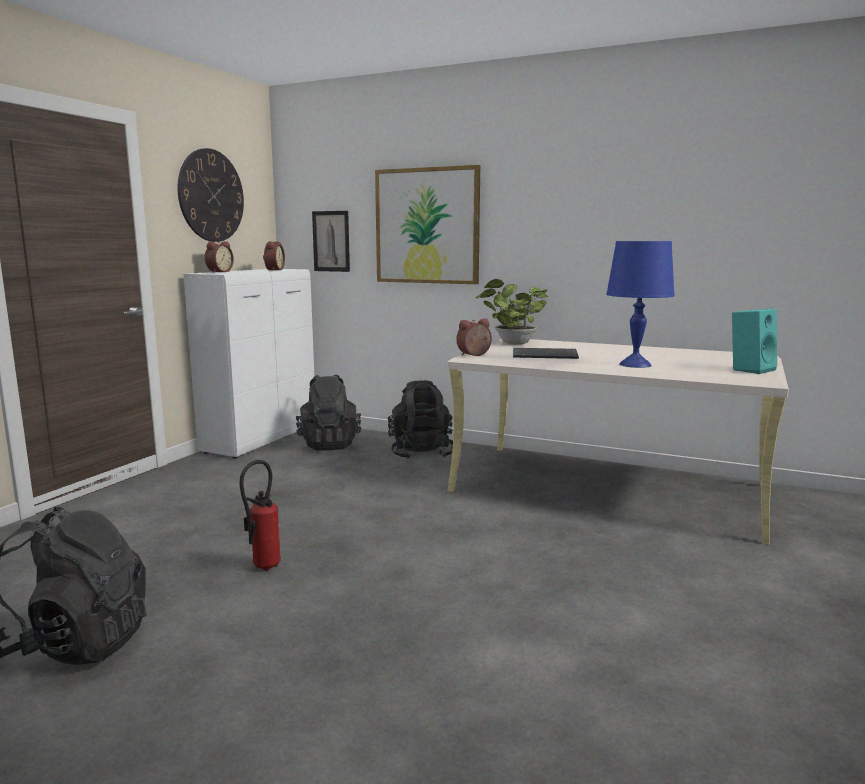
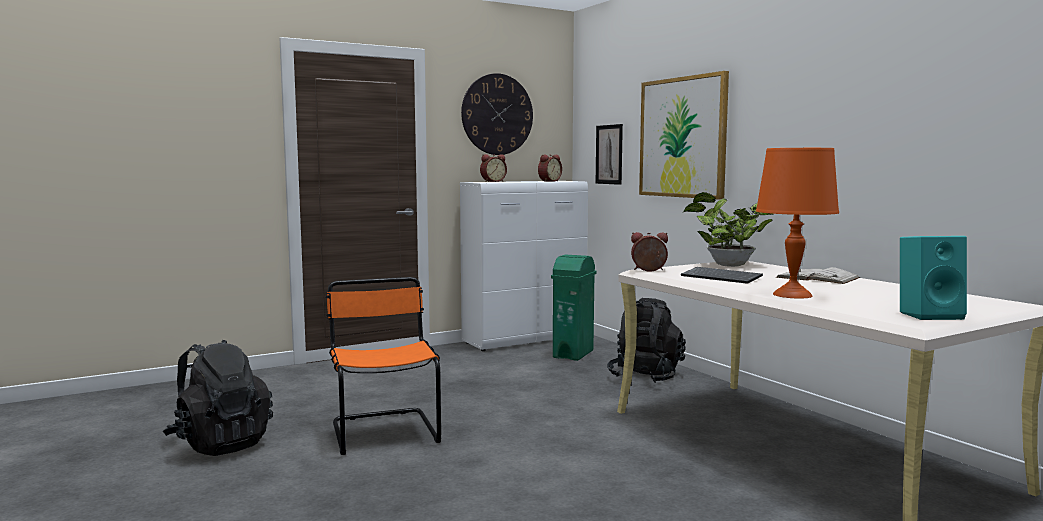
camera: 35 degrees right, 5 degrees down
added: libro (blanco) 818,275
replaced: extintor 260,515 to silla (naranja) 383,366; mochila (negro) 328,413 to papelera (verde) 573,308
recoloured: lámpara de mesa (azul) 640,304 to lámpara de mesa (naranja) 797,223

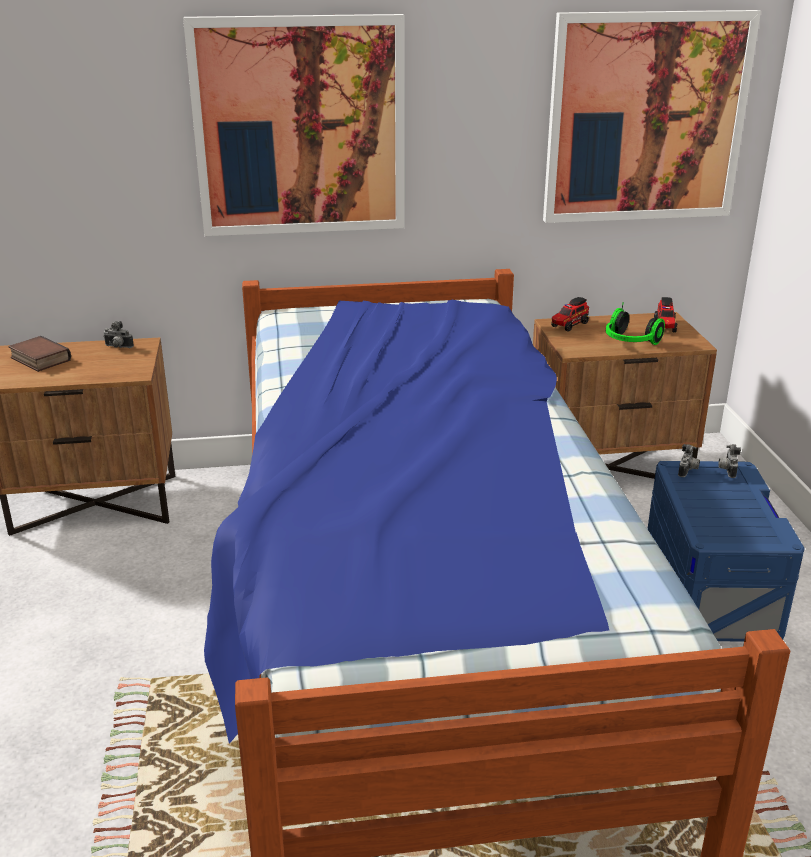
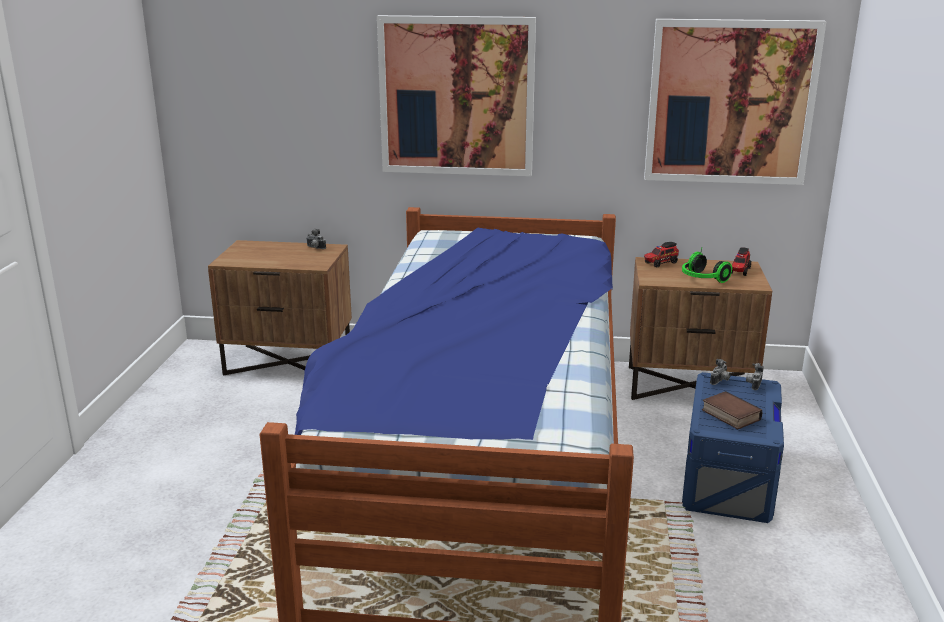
camera: 15 degrees right, 5 degrees down
moved: libro 39,354 to 732,410

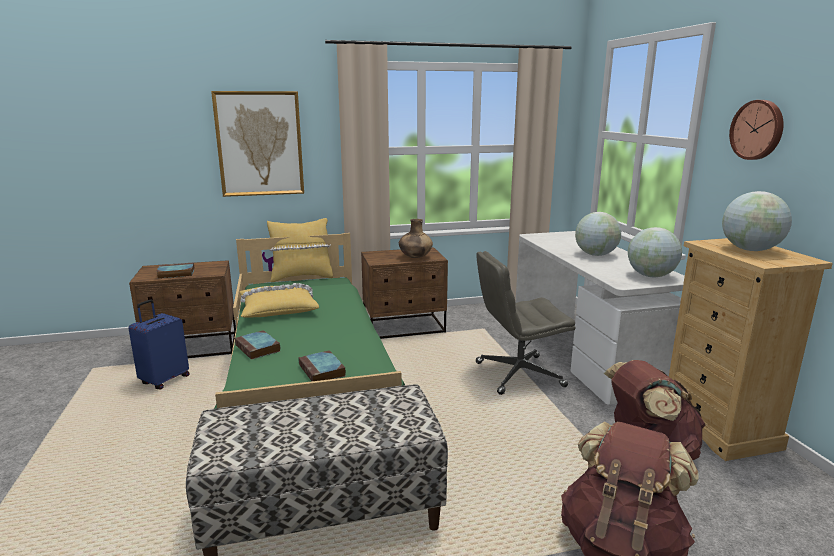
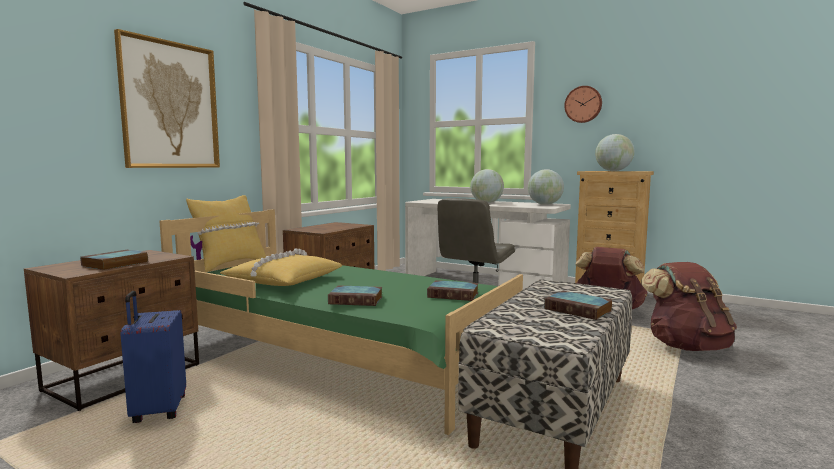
camera: 45 degrees left, 10 degrees down
removed: florero (marrón) 416,238
added: libro 578,305

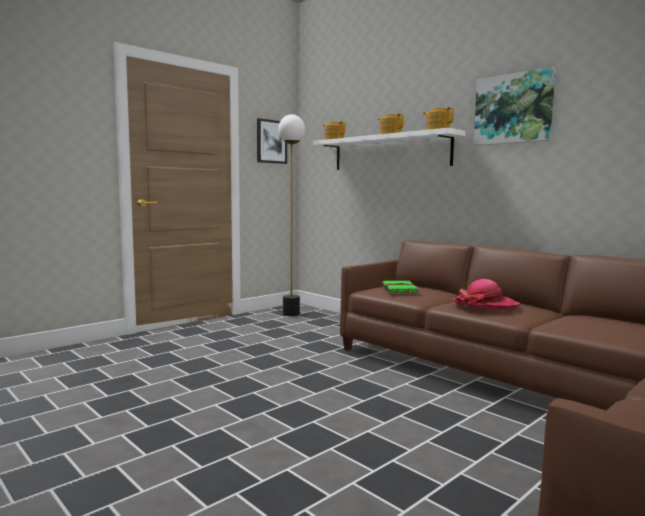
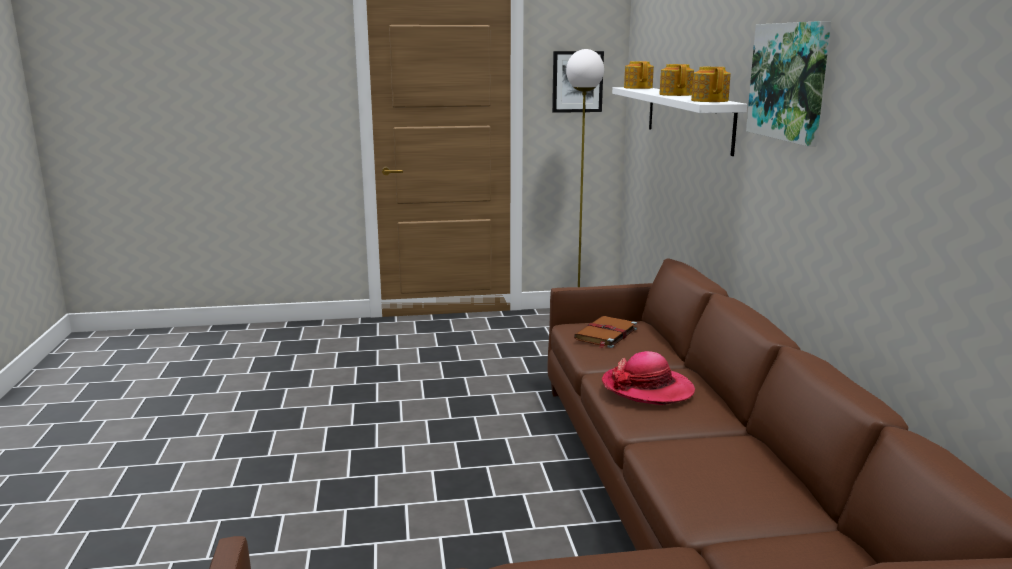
camera: 35 degrees right, 10 degrees up
recoloured: libro (verde) 401,288 to libro (marrón) 605,332

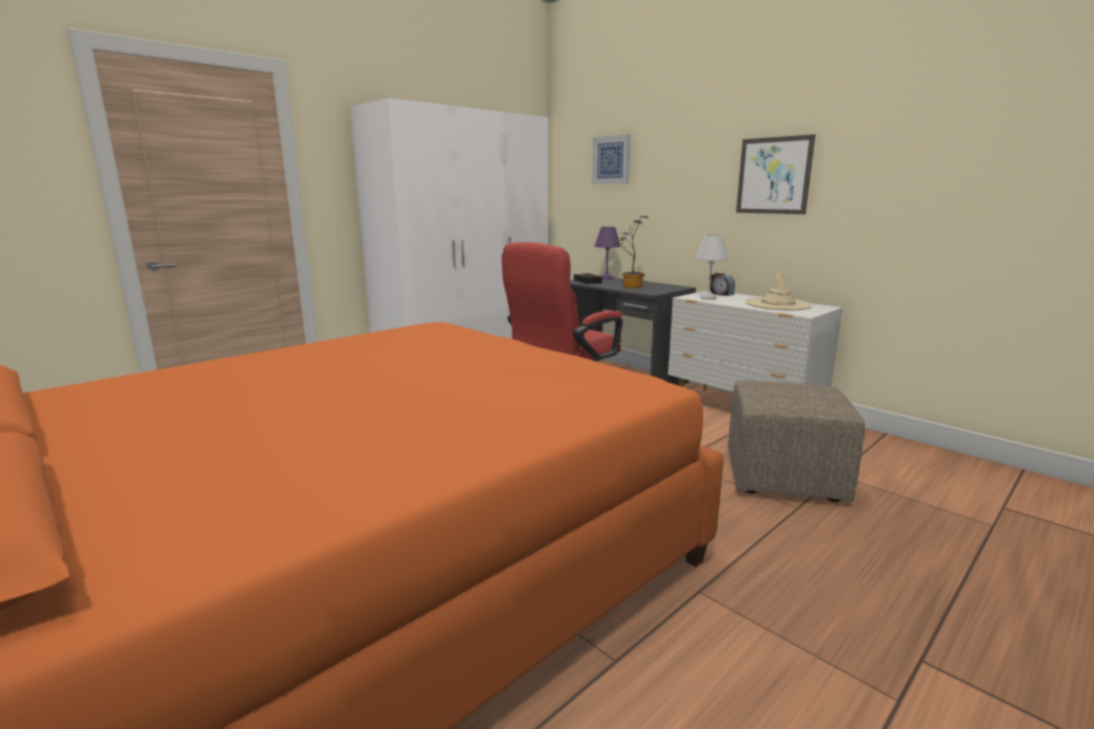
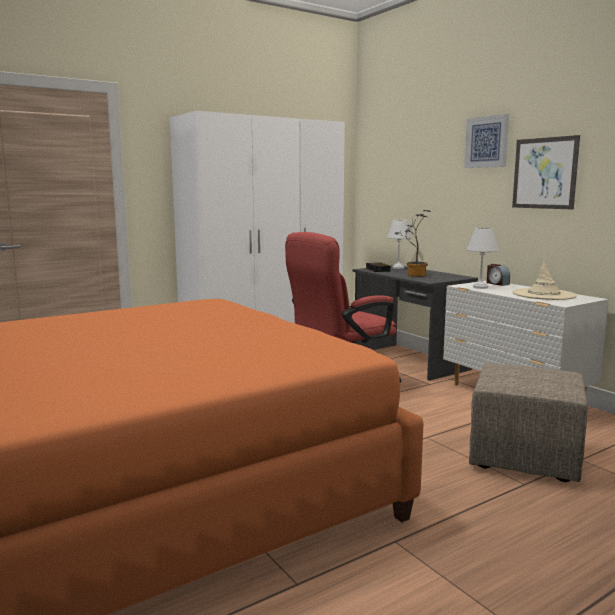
camera: 10 degrees right, 5 degrees down
moved: cuadro 611,159 to 486,141
recoloured: lámpara de mesa (morado) 608,253 to lámpara de mesa (blanco) 399,244

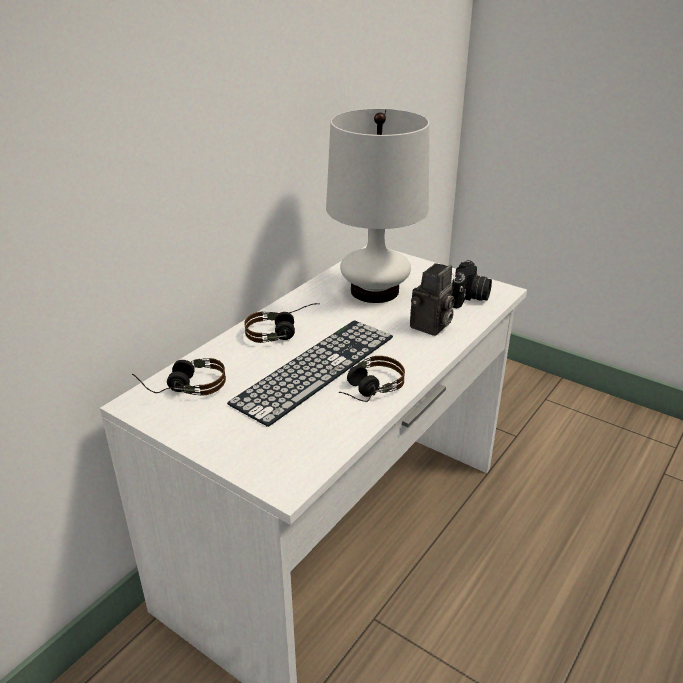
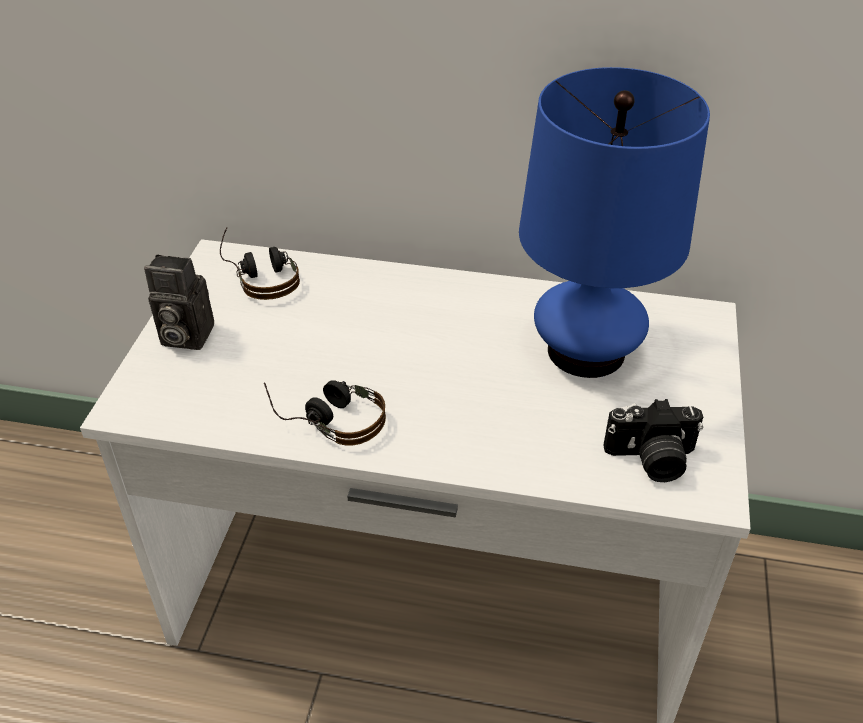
camera: 65 degrees right, 10 degrees up
removed: teclado 310,373; auriculares 281,323
moved: cámara 432,299 to 179,302
recoloured: lámpara de mesa (blanco) 377,206 to lámpara de mesa (azul) 614,222

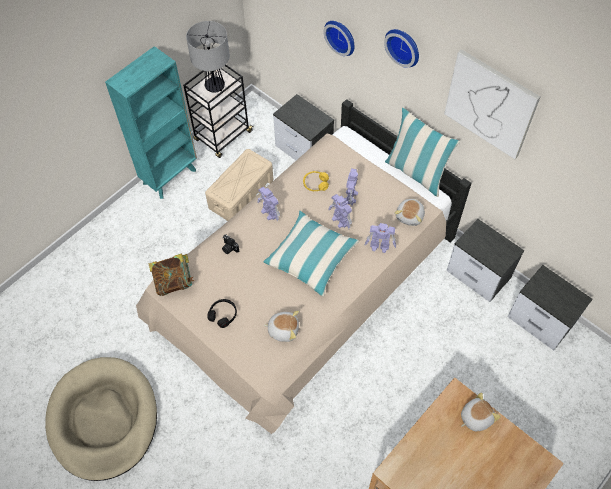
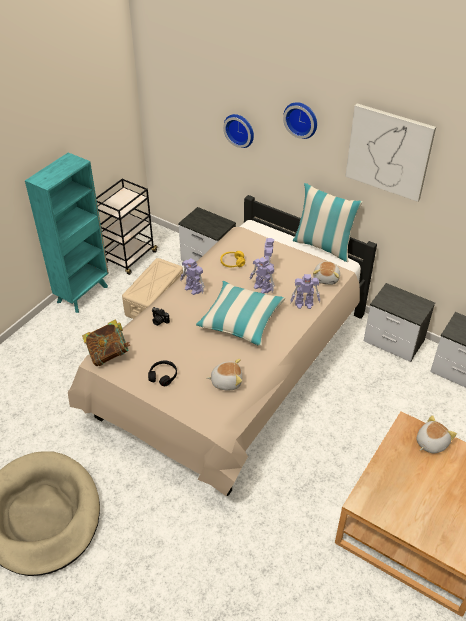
camera: 10 degrees left, 15 degrees down
removed: lámpara de mesa 208,57

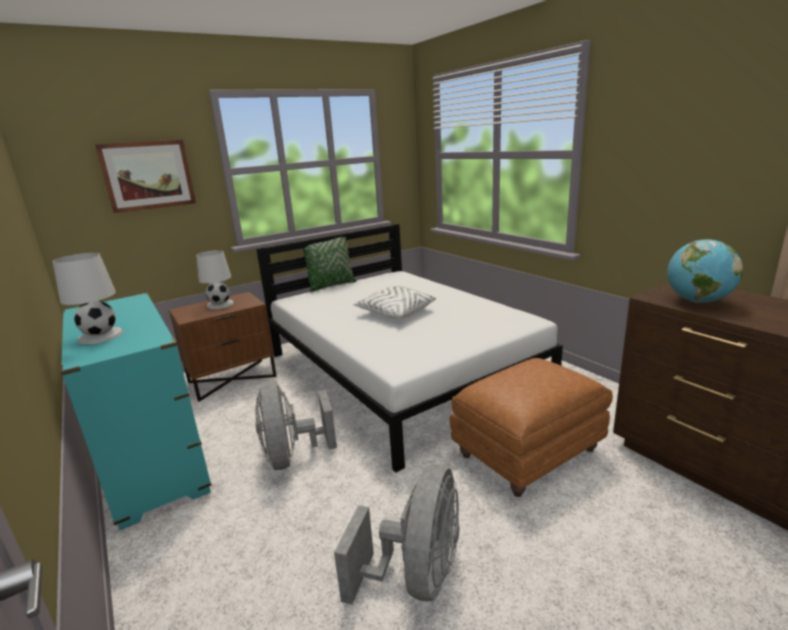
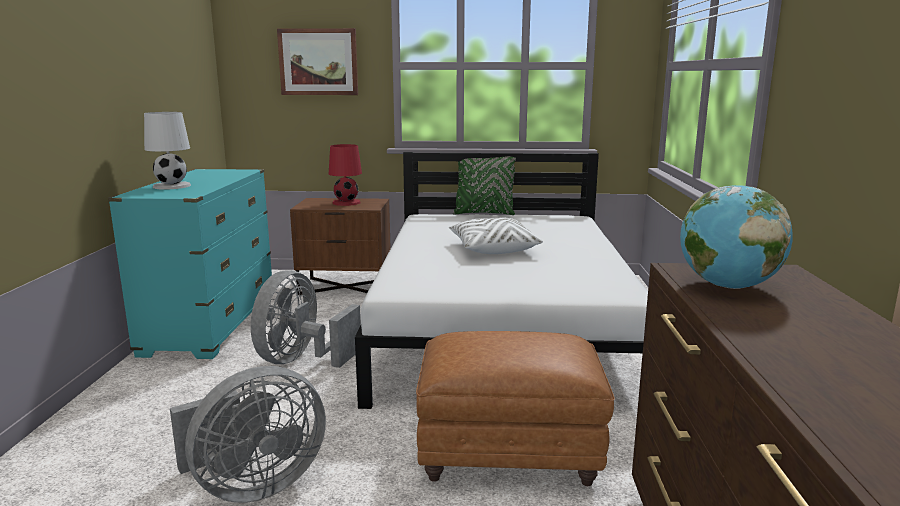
camera: 35 degrees right, 5 degrees down
recoloured: lámpara de mesa (blanco) 215,279 to lámpara de mesa (rojo) 345,175

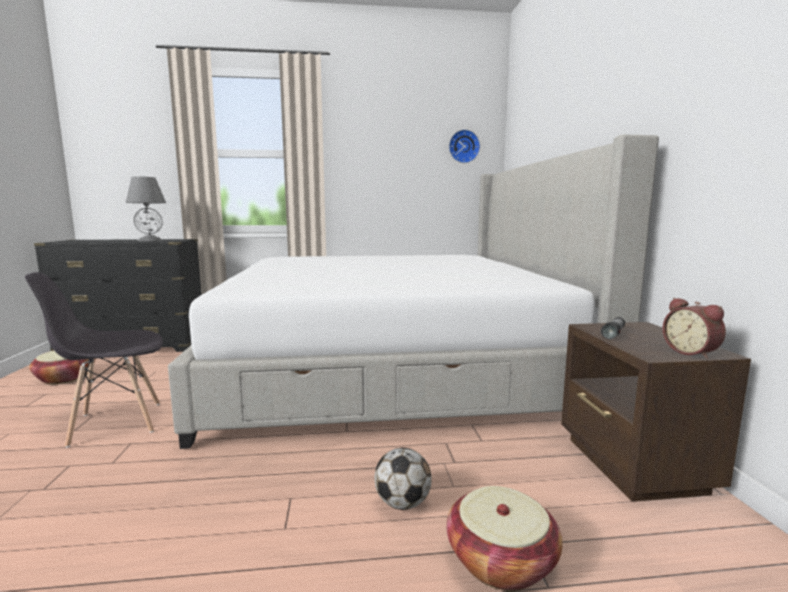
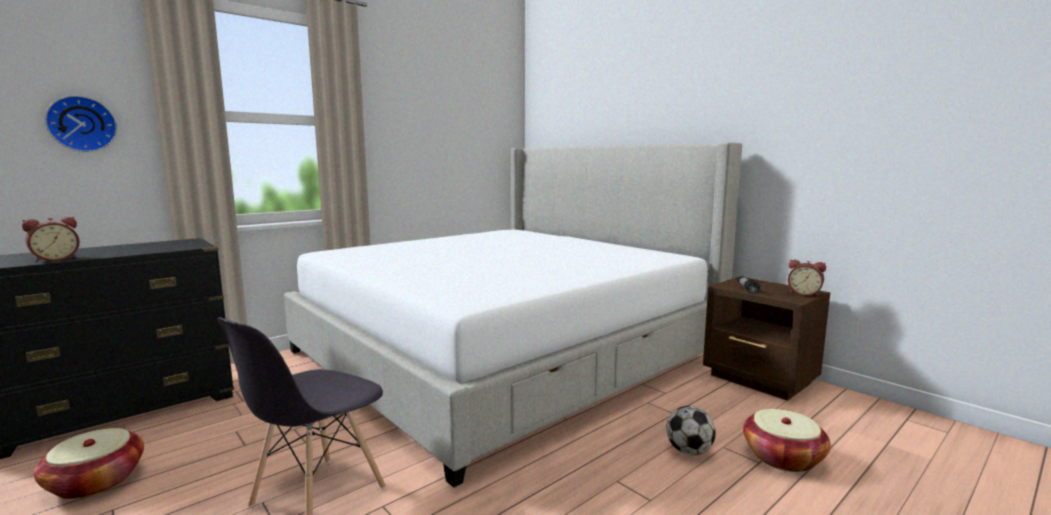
camera: 35 degrees left, 0 degrees up
removed: lámpara de mesa (gris) 146,208
added: despertador 51,240
moved: reloj de pared 464,146 to 81,124

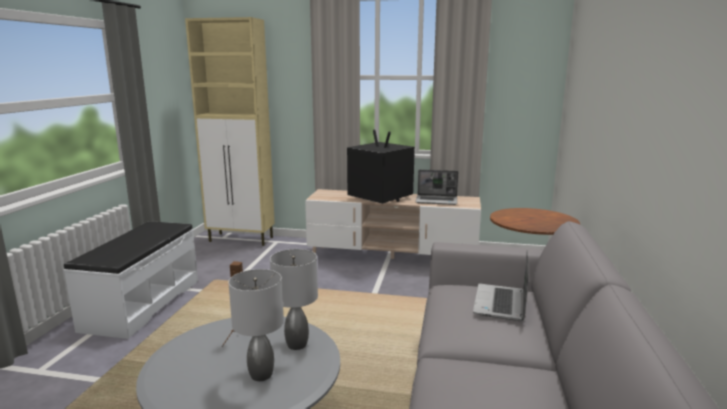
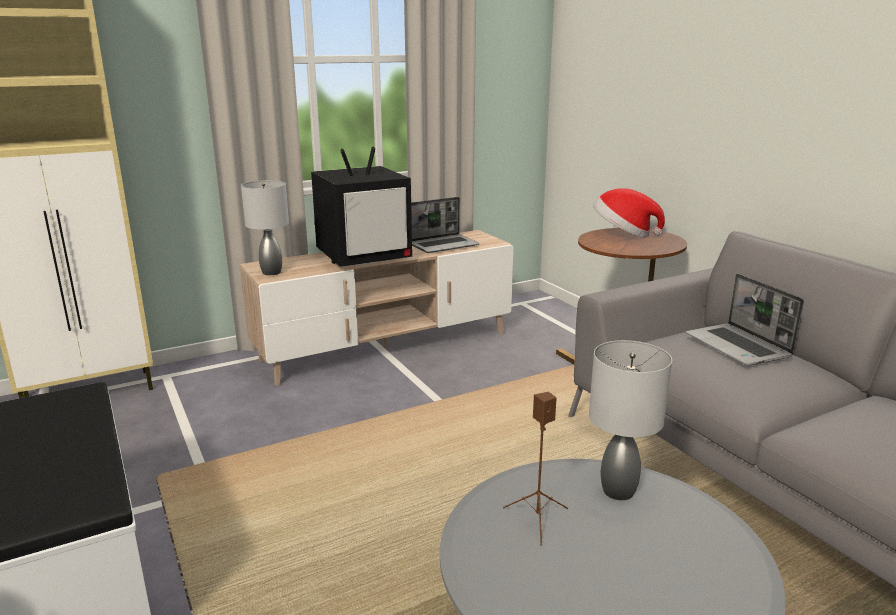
camera: 40 degrees left, 5 degrees up
added: sombrero 629,213
moved: lámpara de mesa (gris) 256,325 to 265,227
turned: televisor 381,167 = 361,207 150 degrees clockwise

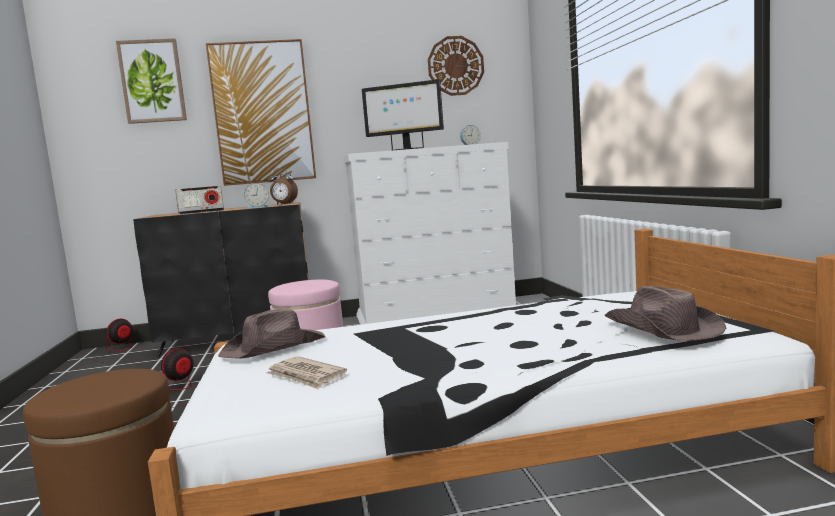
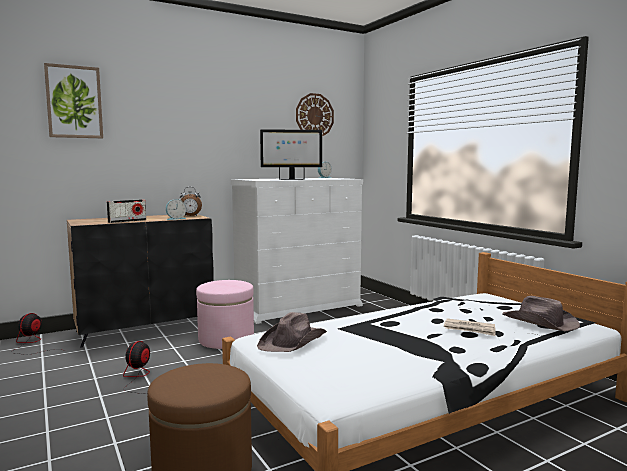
camera: 20 degrees left, 0 degrees up
removed: cuadro 261,112
moved: periódico 306,372 to 469,327

